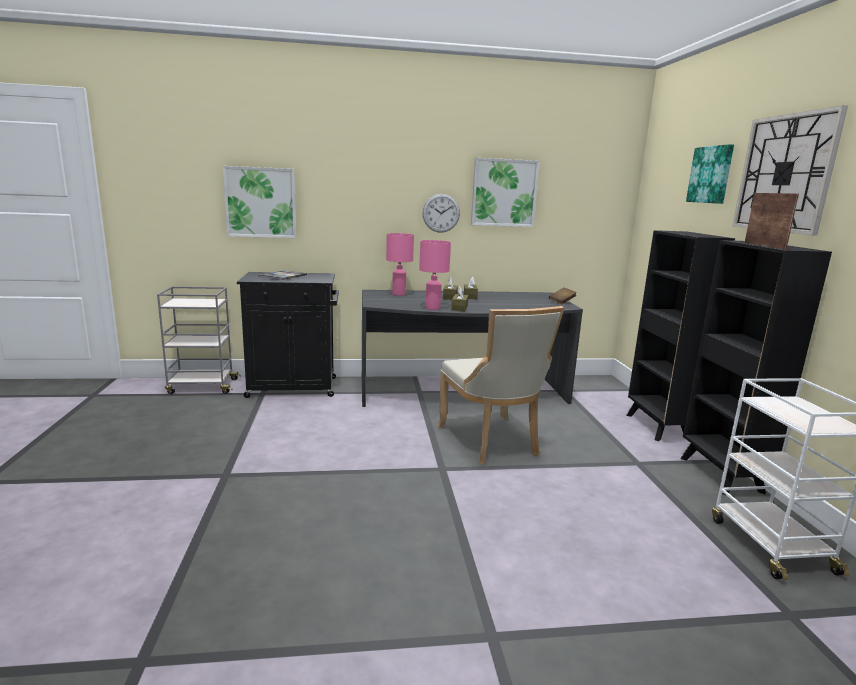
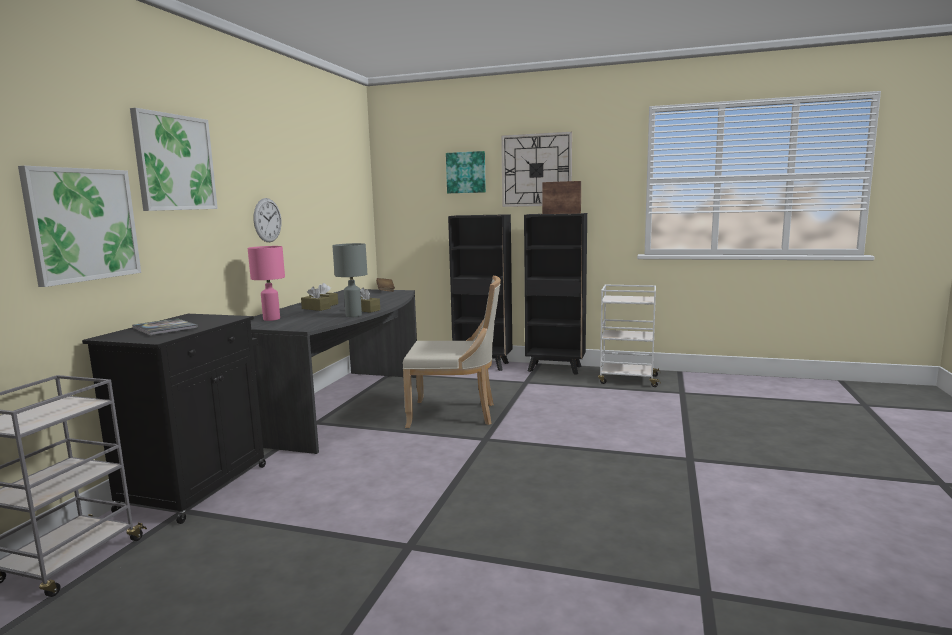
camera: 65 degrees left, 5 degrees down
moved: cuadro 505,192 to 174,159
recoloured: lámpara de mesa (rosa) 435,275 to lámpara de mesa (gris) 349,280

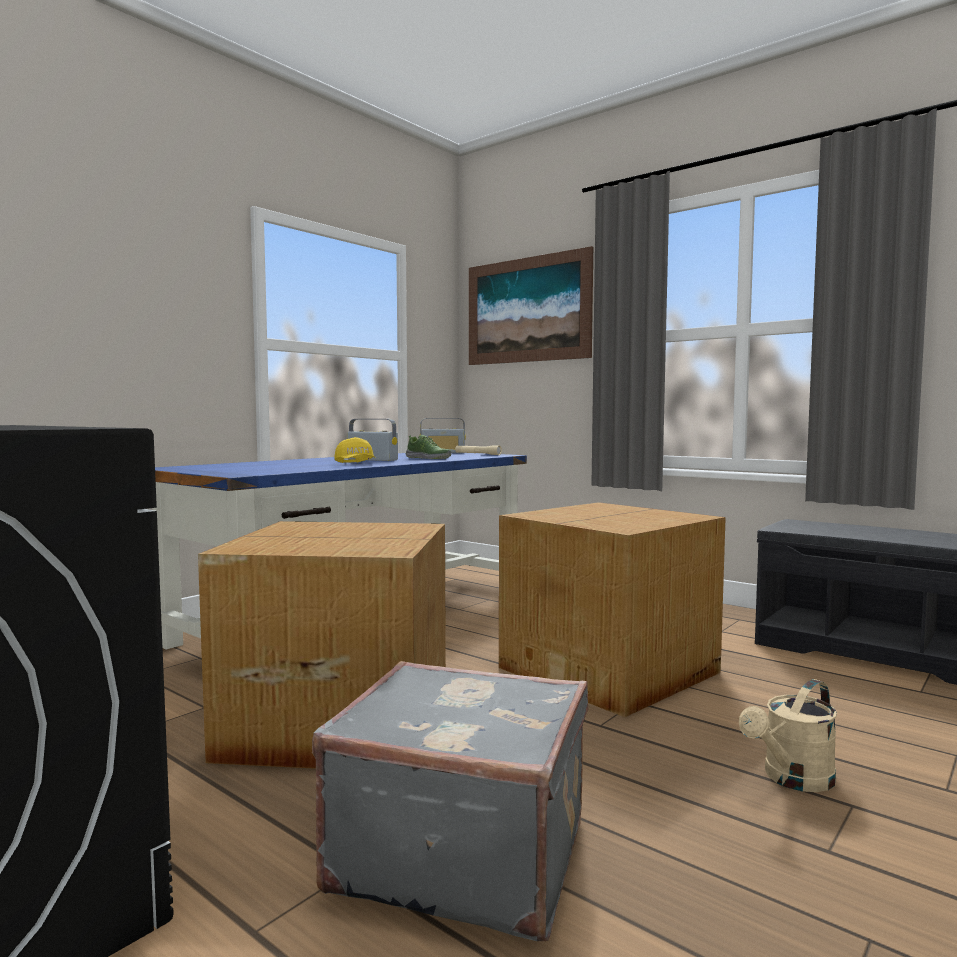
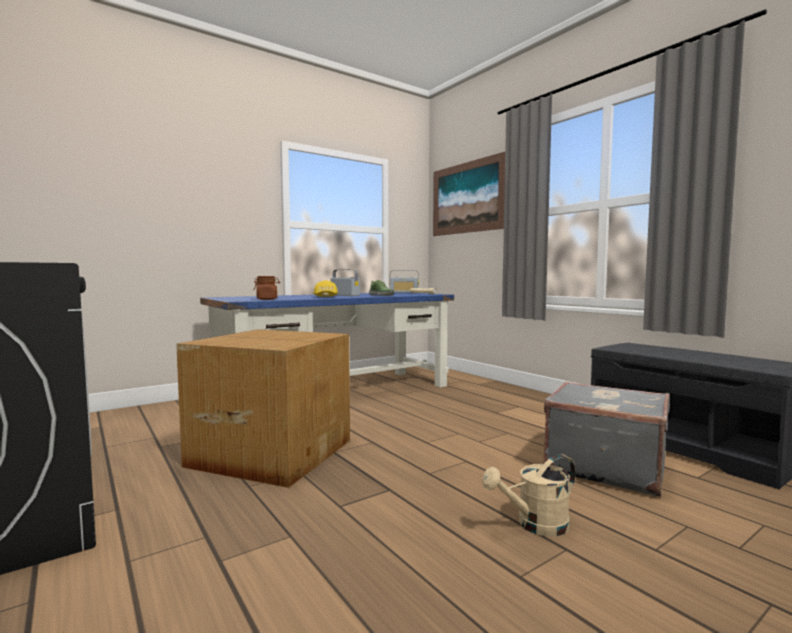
camera: 15 degrees right, 0 degrees up
removed: caja de cartón 612,609
added: tarro (marrón) 267,288
moved: maleta (gris) 450,801 to 607,439

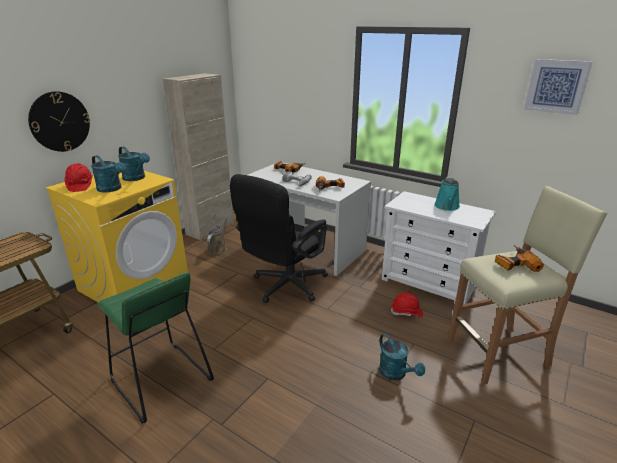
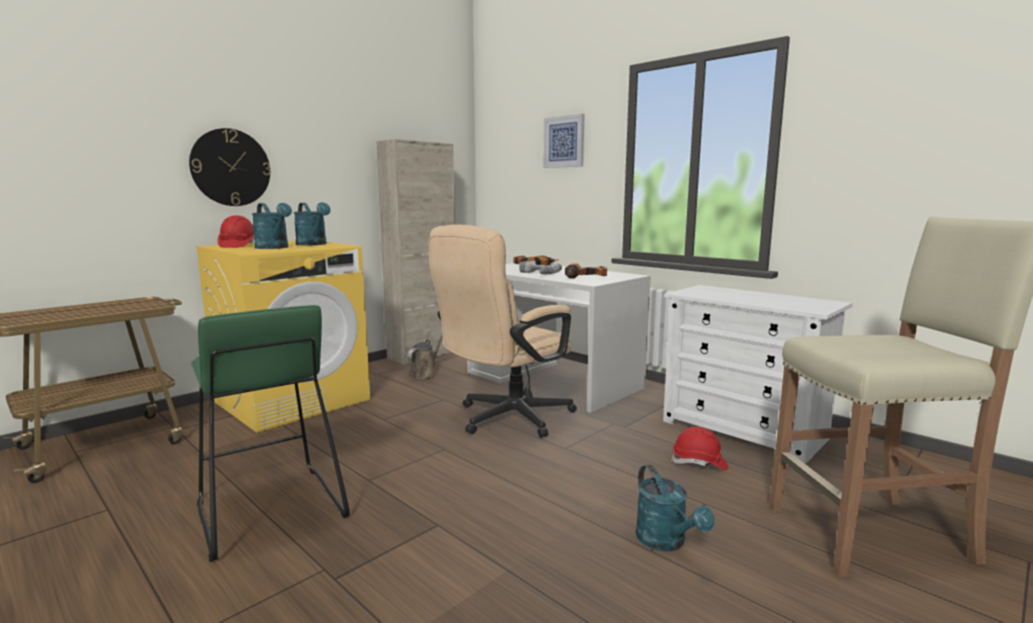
camera: 10 degrees right, 15 degrees down
removed: regadera (turquesa) 447,194; taladro 519,258
moved: cuadro 558,87 to 563,141
recoloured: silla de oficina (negro) 279,238 to silla de oficina (beis) 502,331

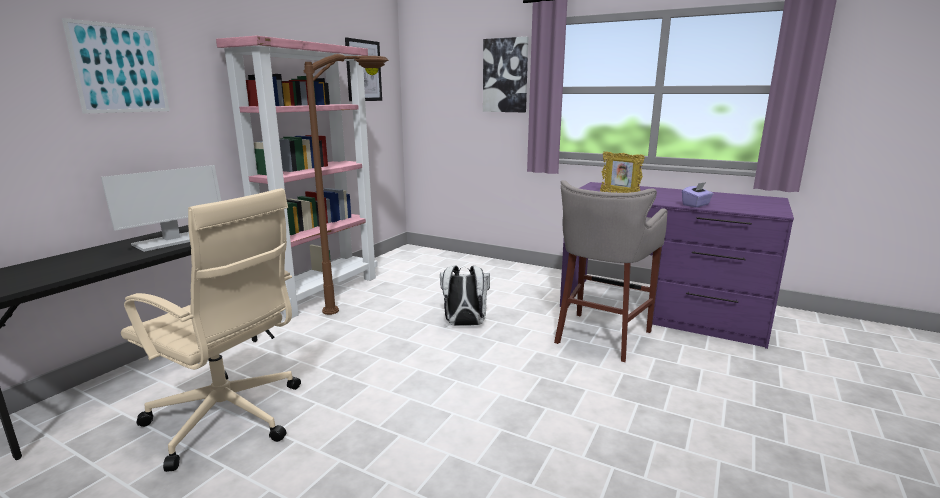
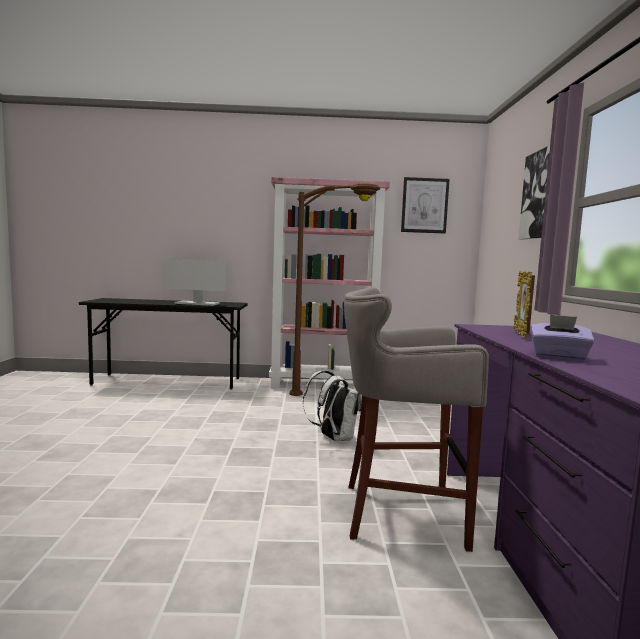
camera: 60 degrees right, 10 degrees down
removed: cuadro 116,66; silla de oficina (beis) 211,330

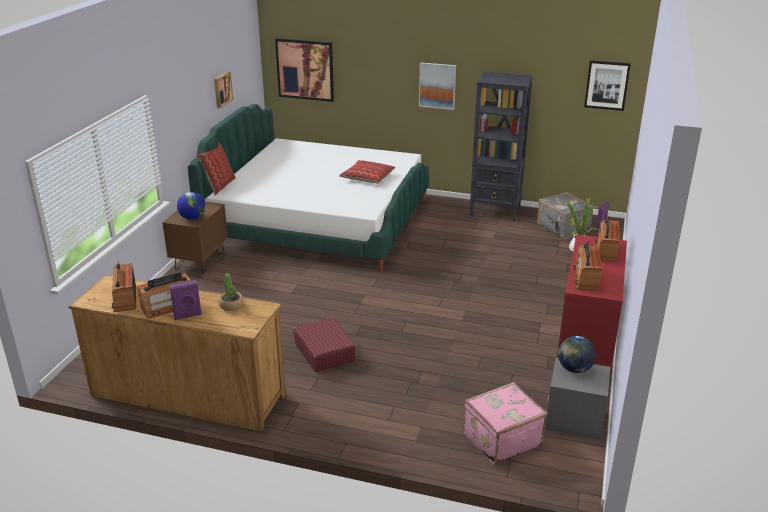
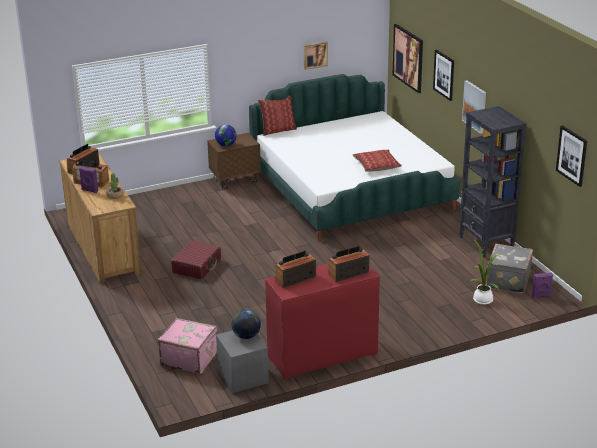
camera: 50 degrees right, 0 degrees up
added: cuadro 443,75

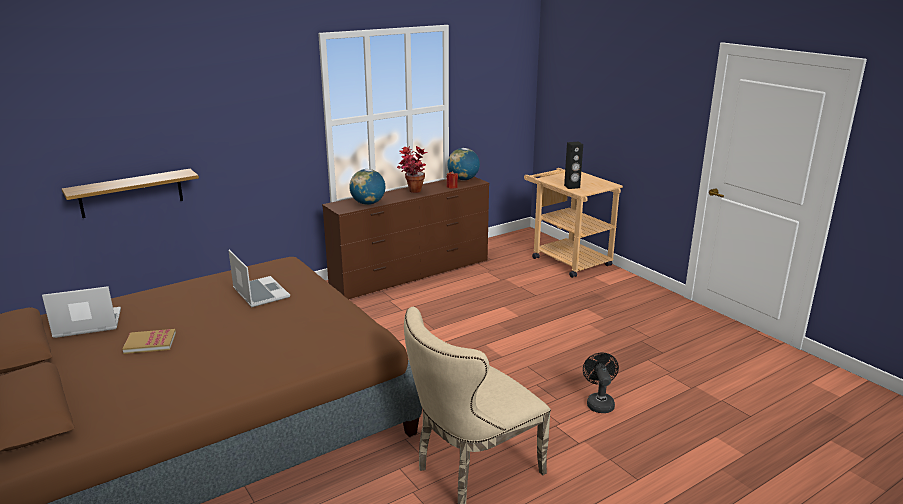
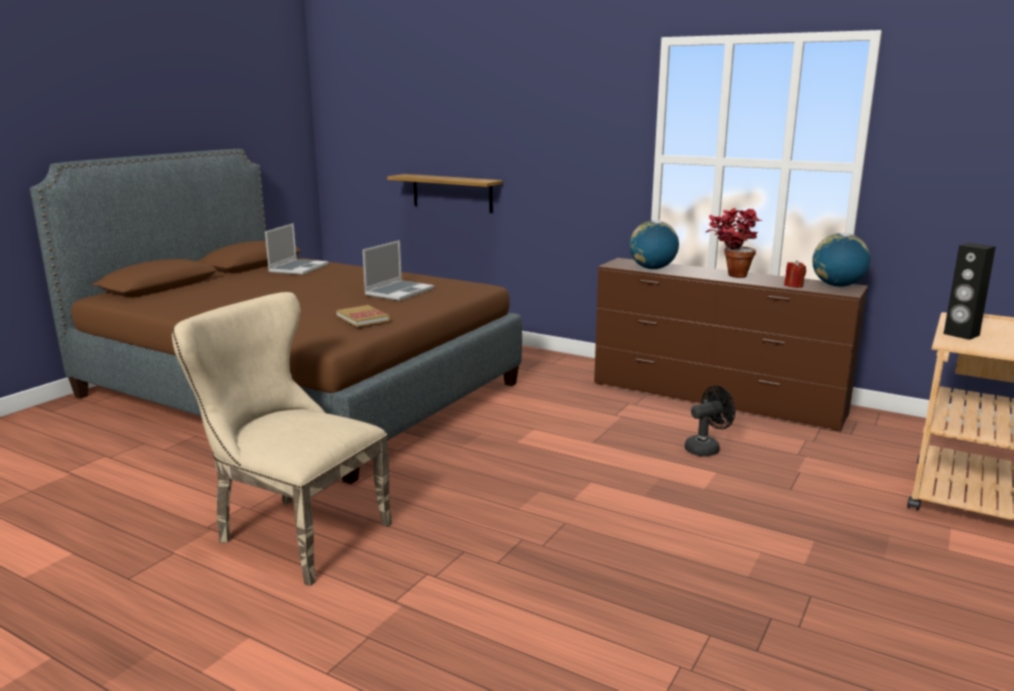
camera: 65 degrees right, 5 degrees down
moved: libro 149,341 to 363,316; ventilador (negro) 601,382 to 710,421
turned: portátil 81,312 = 297,249 60 degrees clockwise

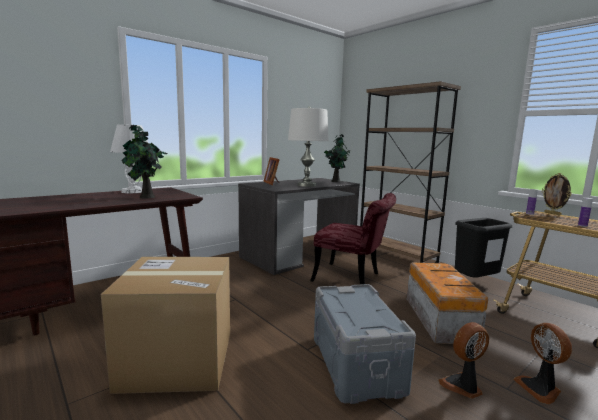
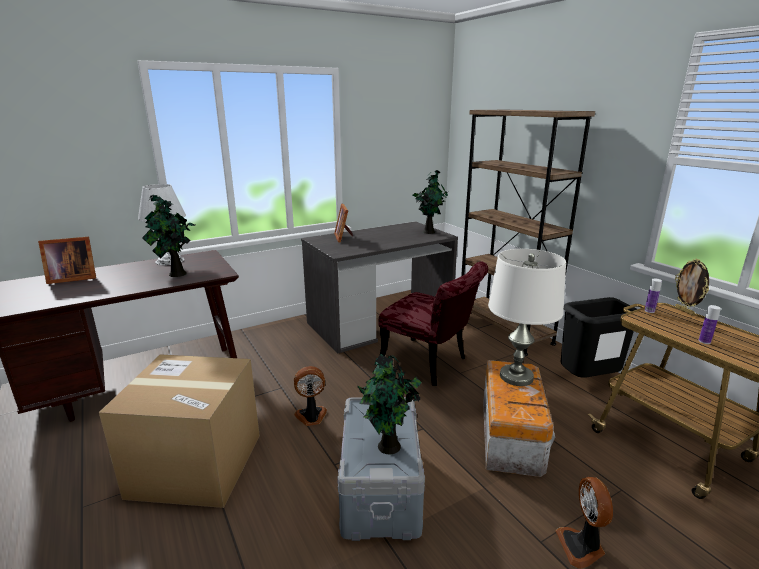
camera: 10 degrees right, 10 degrees up
added: portarretratos 67,260; planta en maceta 389,404
moved: ventilador 463,360 to 310,396; lámpara de mesa (blanco) 308,147 to 527,317

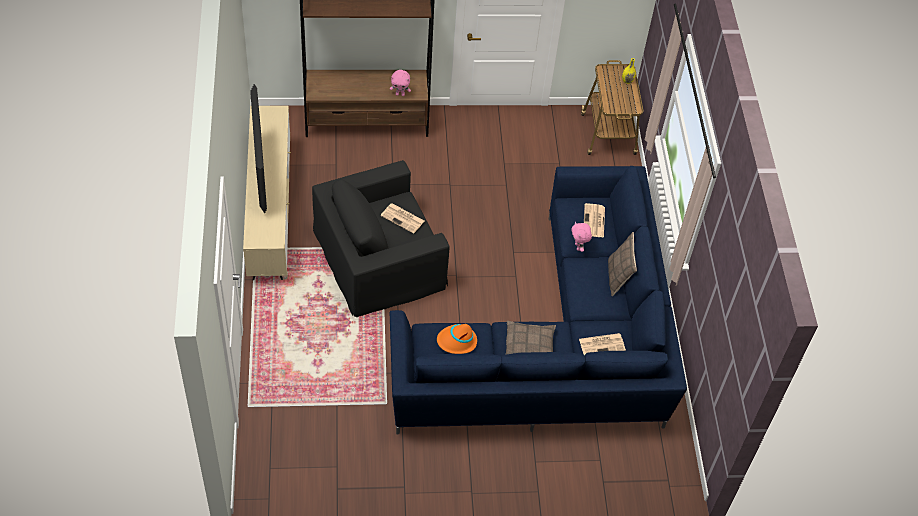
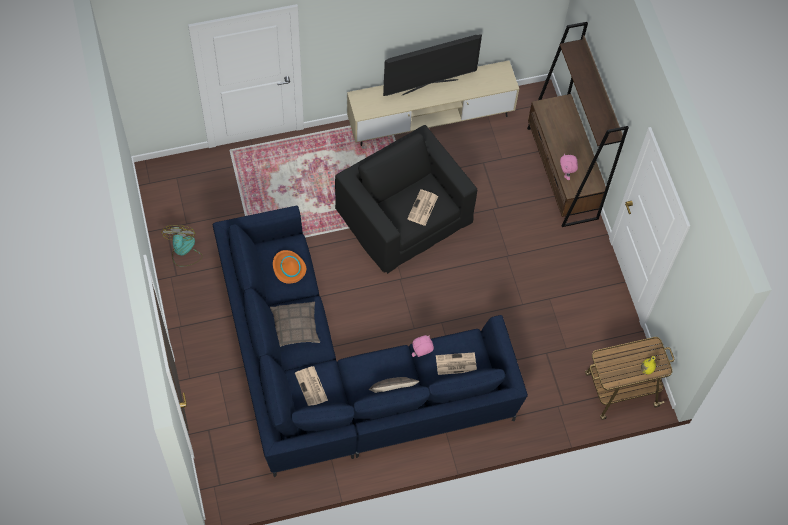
camera: 80 degrees right, 10 degrees up
added: ventilador 182,245

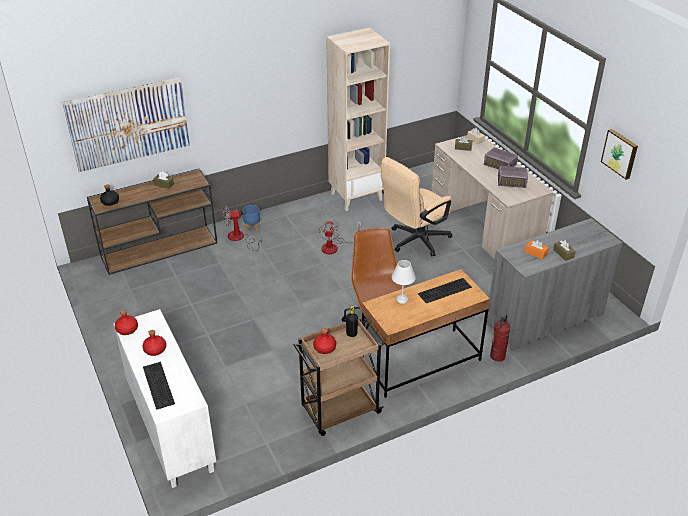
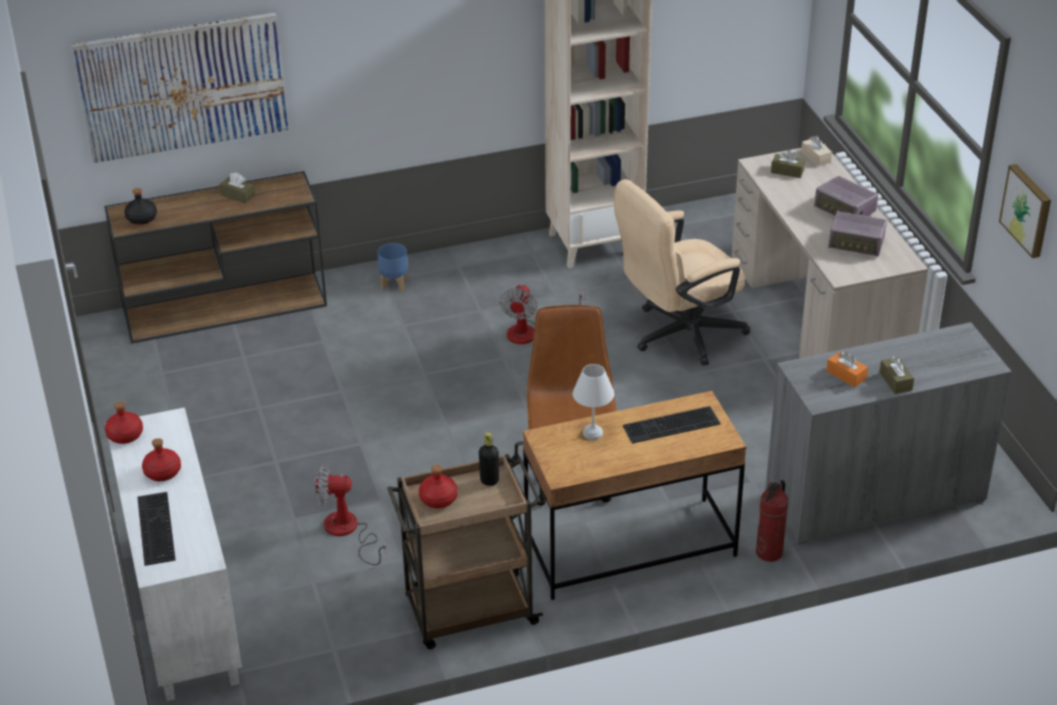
camera: 10 degrees right, 0 degrees up
moved: ventilador 242,228 to 351,514

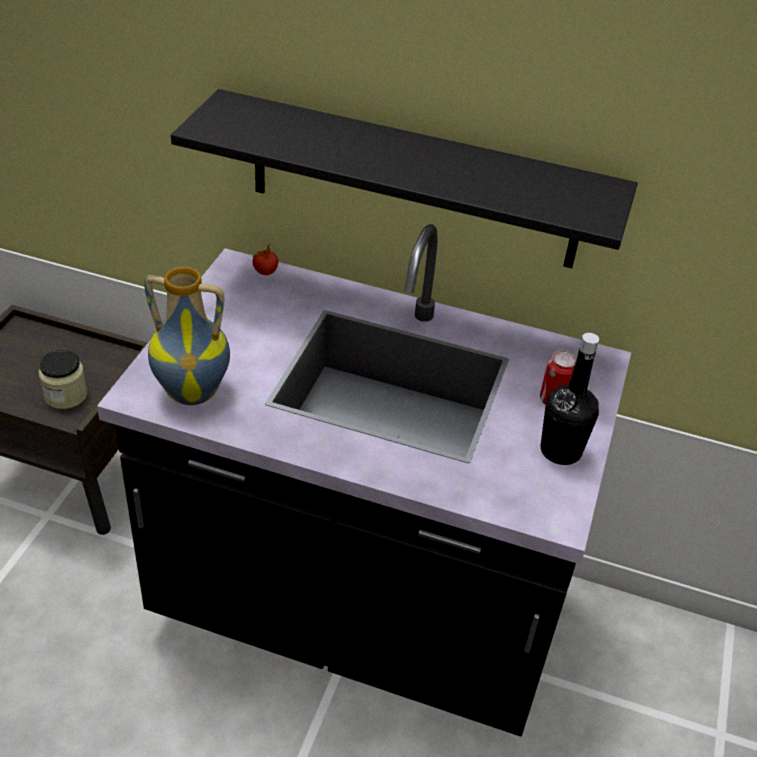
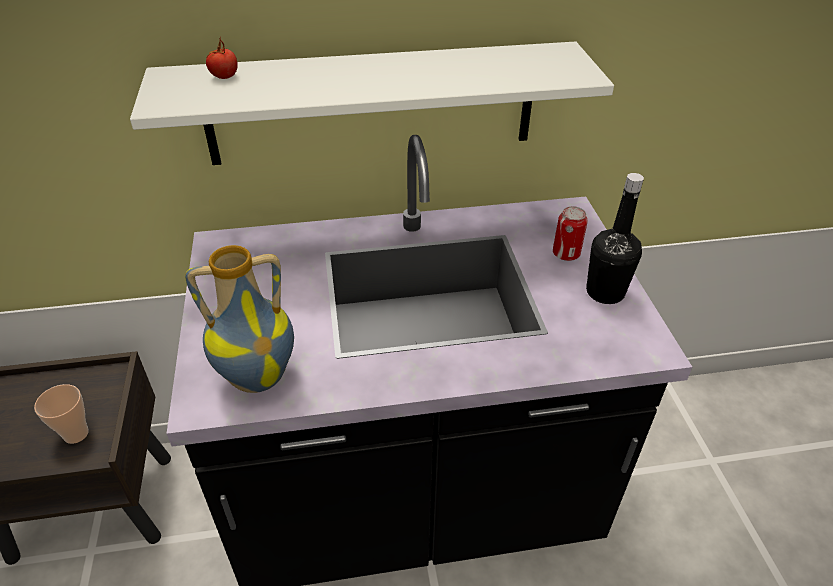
camera: 25 degrees left, 0 degrees up
moved: tomate 265,259 to 222,58
replaced: tarro 63,379 to taza 61,414
recoloured: estante (negro) 404,178 to estante (blanco) 372,103

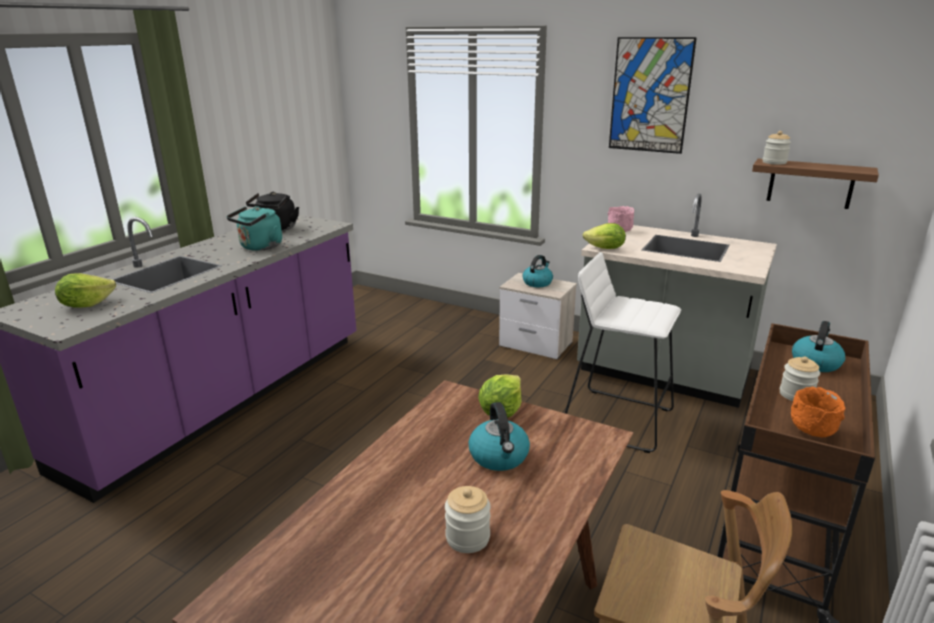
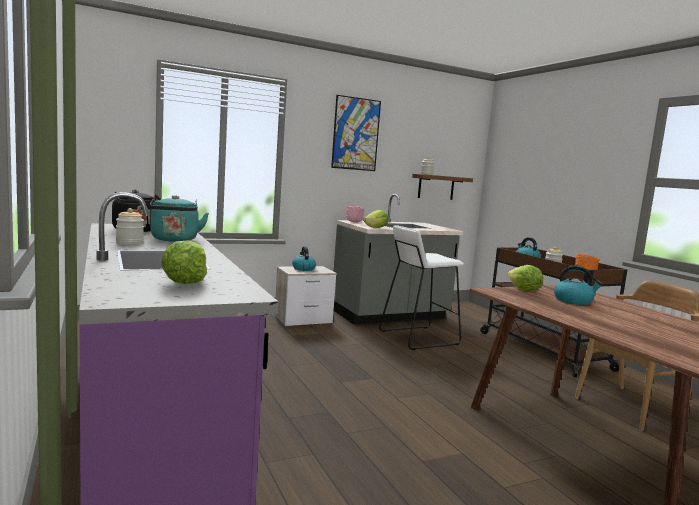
camera: 55 degrees left, 15 degrees down
moved: tarro 468,519 to 130,226

